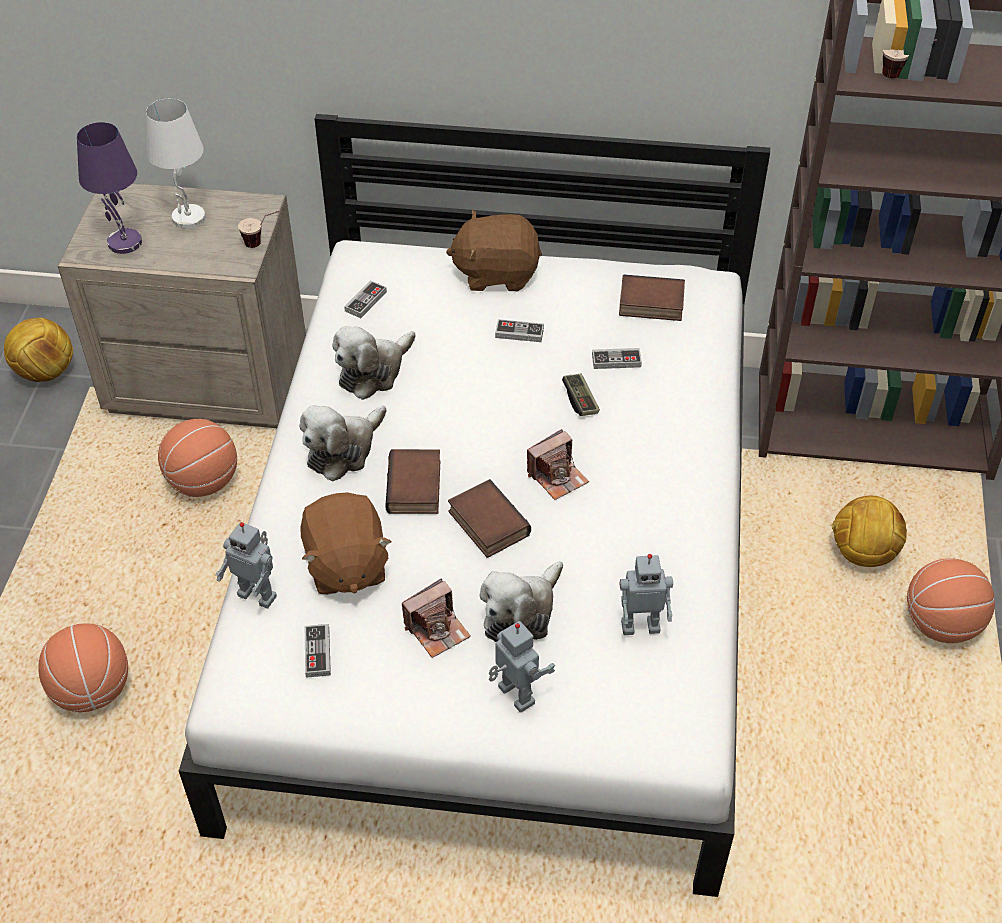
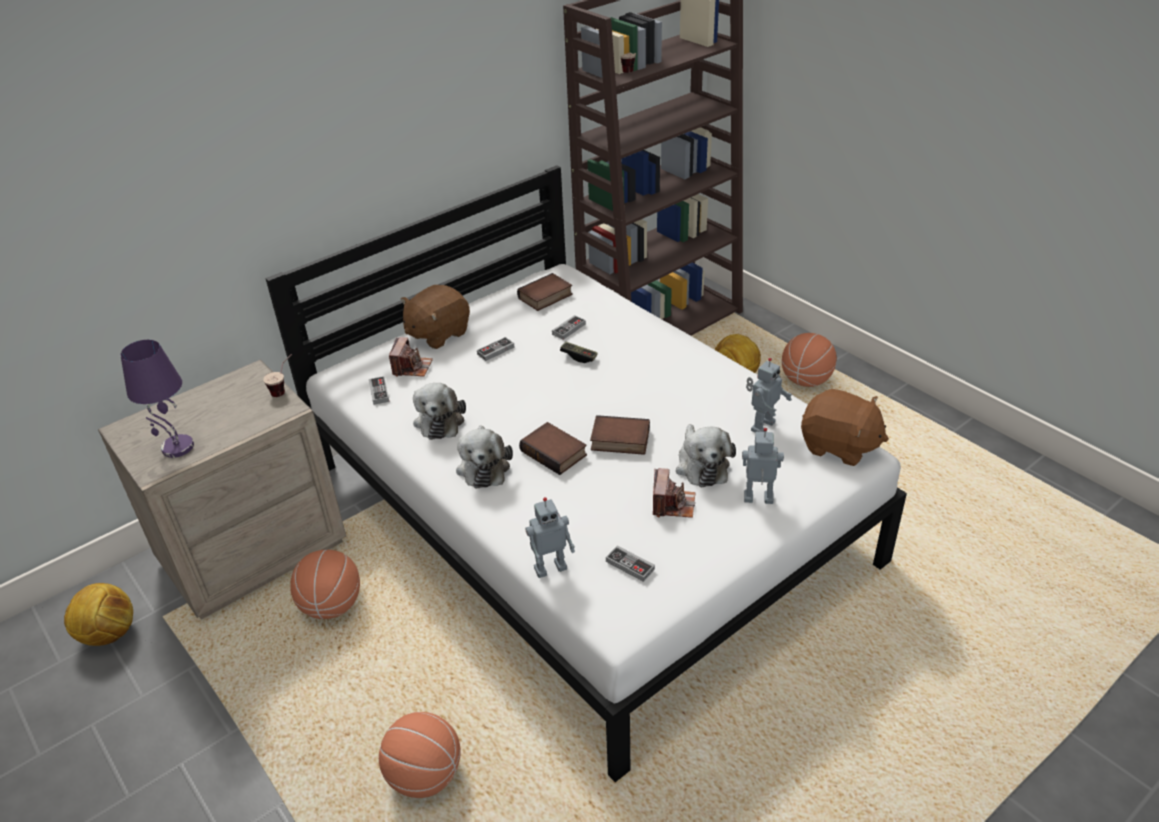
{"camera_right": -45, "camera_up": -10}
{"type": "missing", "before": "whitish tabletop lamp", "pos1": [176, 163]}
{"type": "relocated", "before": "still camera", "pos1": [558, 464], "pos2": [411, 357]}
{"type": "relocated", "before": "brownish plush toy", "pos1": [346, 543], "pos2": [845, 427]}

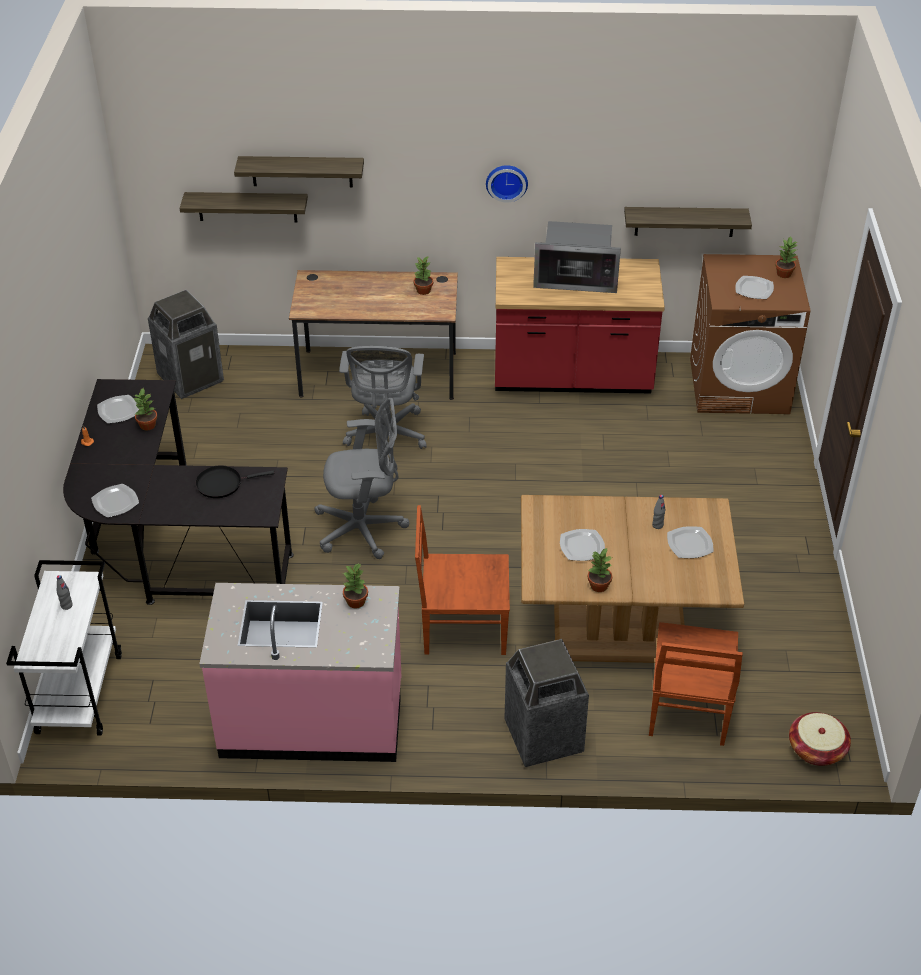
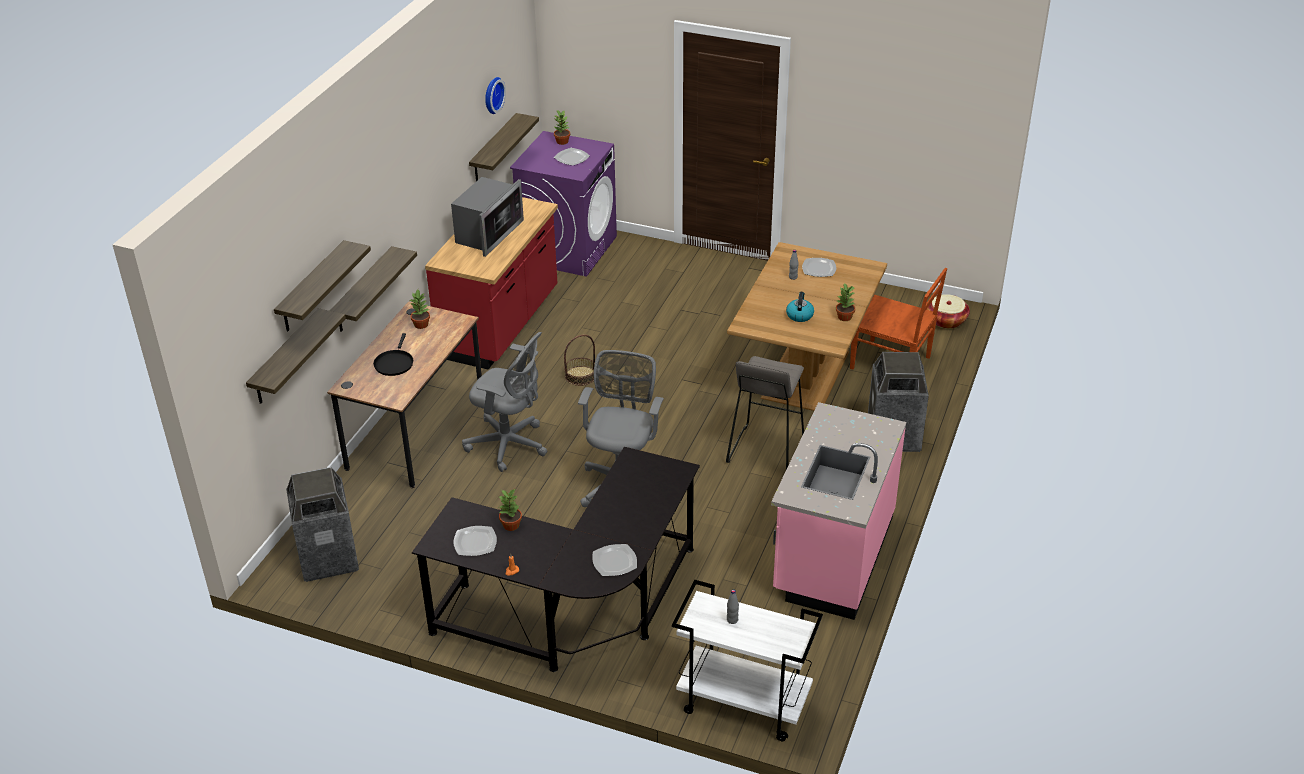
{"camera_right": -70, "camera_up": -5}
{"type": "relocated", "before": "hanging clock", "pos1": [507, 183], "pos2": [495, 95]}
{"type": "colour", "before": "brownish laundry appliance", "after": "purplish laundry appliance", "pos1": [750, 334], "pos2": [563, 203]}
{"type": "relocated", "before": "black-coloured skillet", "pos1": [235, 481], "pos2": [393, 354]}
{"type": "exchanged", "before": "brownish upright chair", "after": "gray stool seat", "pos1": [462, 580], "pos2": [765, 412]}
{"type": "exchanged", "before": "dinner plate", "after": "water kettle", "pos1": [582, 545], "pos2": [800, 307]}
{"type": "missing", "before": "potted plant", "pos1": [355, 585]}
{"type": "appeared", "after": "shelf", "pos2": [373, 289]}
{"type": "appeared", "after": "basket", "pos2": [579, 360]}

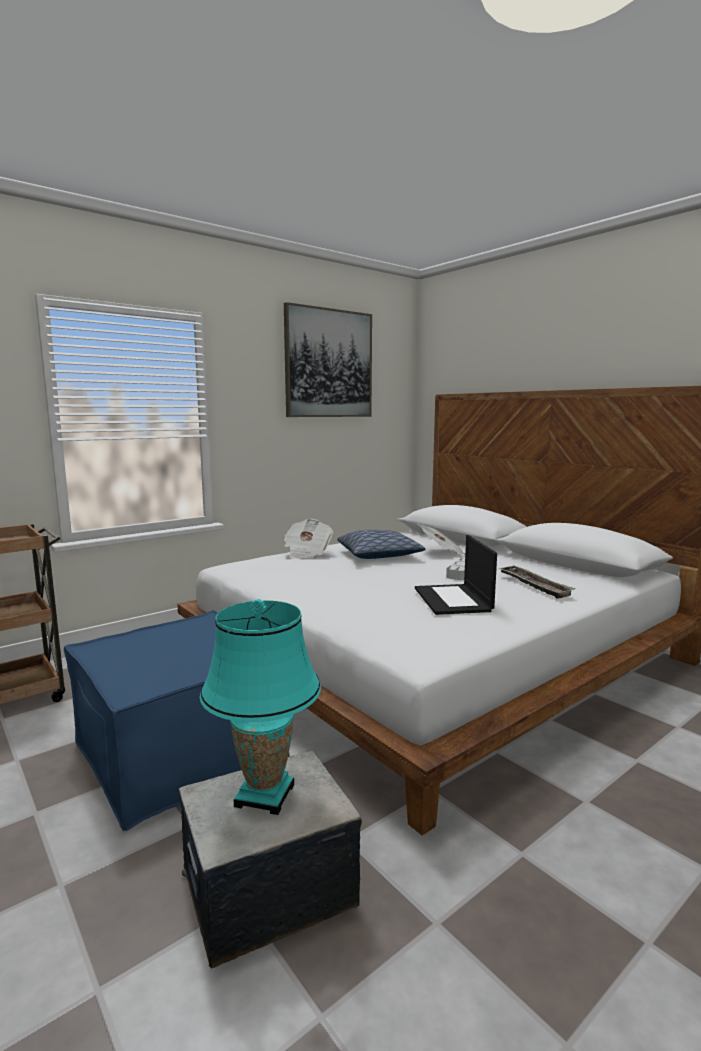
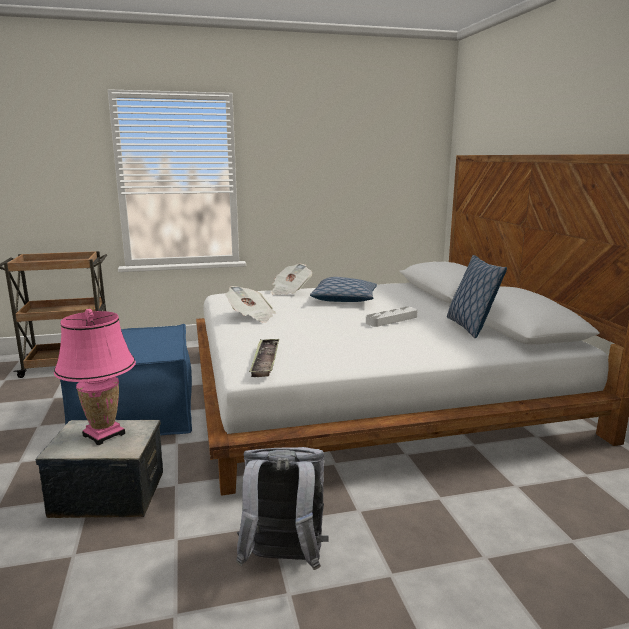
{"camera_right": 25, "camera_up": 5}
{"type": "missing", "before": "picture", "pos1": [328, 359]}
{"type": "relocated", "before": "daily paper", "pos1": [441, 539], "pos2": [250, 304]}
{"type": "missing", "before": "notebook computer", "pos1": [456, 575]}
{"type": "relocated", "before": "serving tray", "pos1": [537, 582], "pos2": [264, 358]}
{"type": "colour", "before": "turquoise-coloured tabletop lamp", "after": "pink-coloured tabletop lamp", "pos1": [260, 707], "pos2": [95, 377]}
{"type": "appeared", "after": "throw pillow", "pos2": [477, 296]}
{"type": "appeared", "after": "gray rucksack", "pos2": [282, 508]}

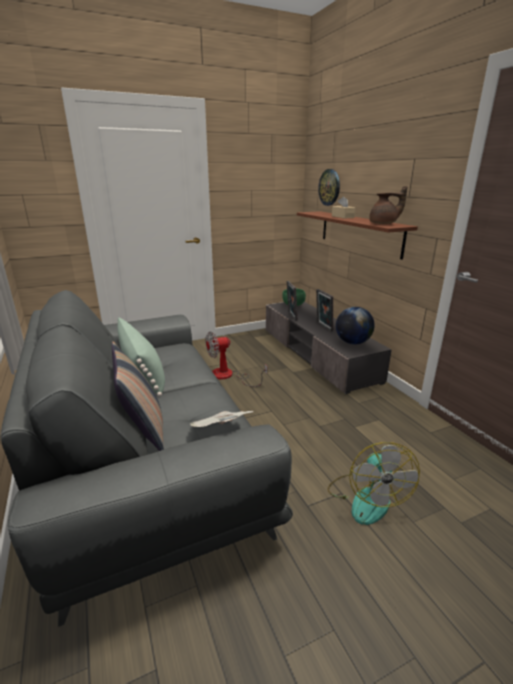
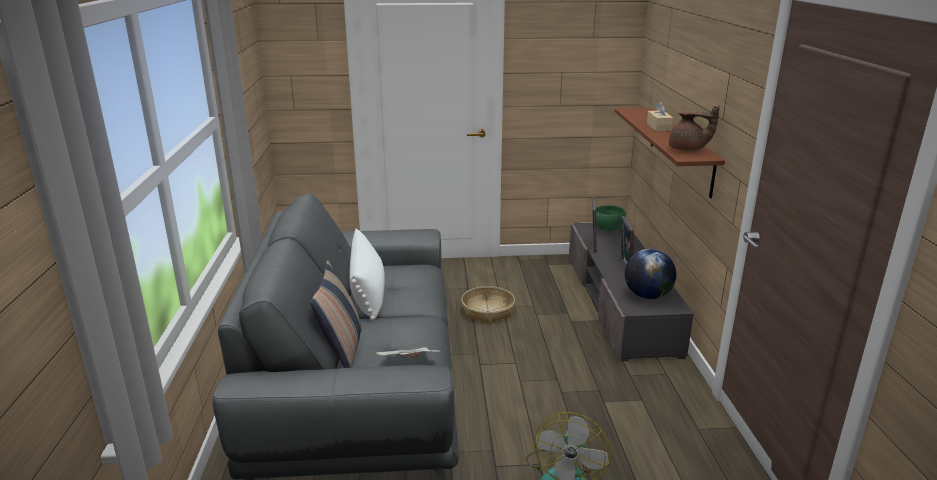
{"camera_right": 20, "camera_up": 0}
{"type": "missing", "before": "hanging clock", "pos1": [329, 187]}
{"type": "colour", "before": "green throw pillow", "after": "whitish throw pillow", "pos1": [141, 357], "pos2": [367, 275]}
{"type": "exchanged", "before": "cooling fan", "after": "basket", "pos1": [236, 359], "pos2": [488, 305]}

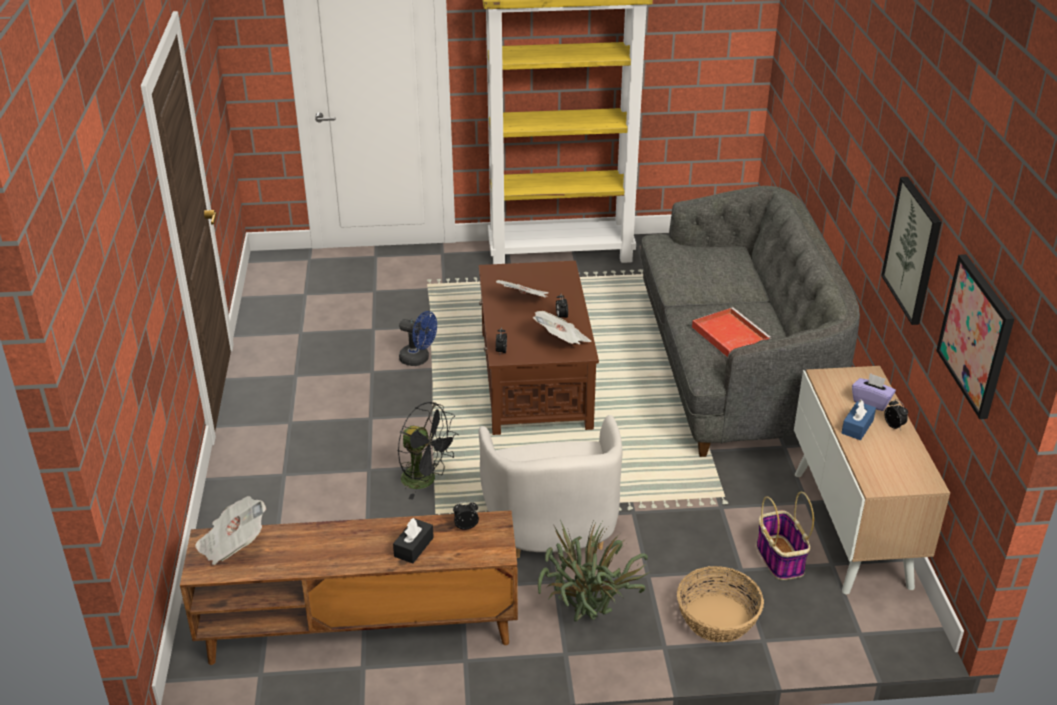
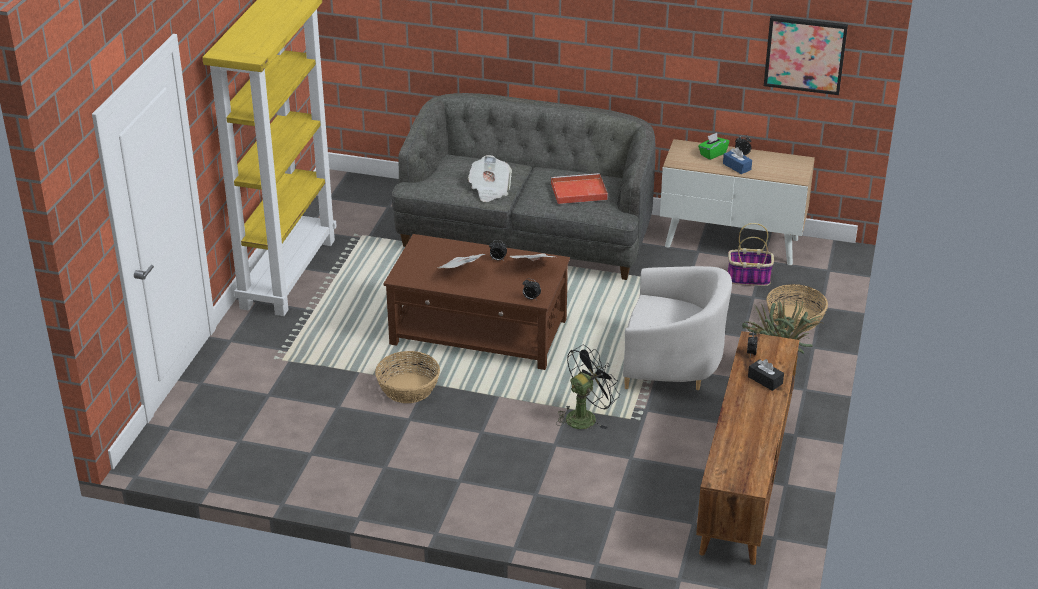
{"camera_right": -70, "camera_up": 0}
{"type": "missing", "before": "picture", "pos1": [911, 251]}
{"type": "exchanged", "before": "blue cooling fan", "after": "basket", "pos1": [418, 338], "pos2": [407, 377]}
{"type": "colour", "before": "purplish box of tissues", "after": "green box of tissues", "pos1": [874, 392], "pos2": [713, 146]}
{"type": "relocated", "before": "daily paper", "pos1": [230, 530], "pos2": [490, 178]}

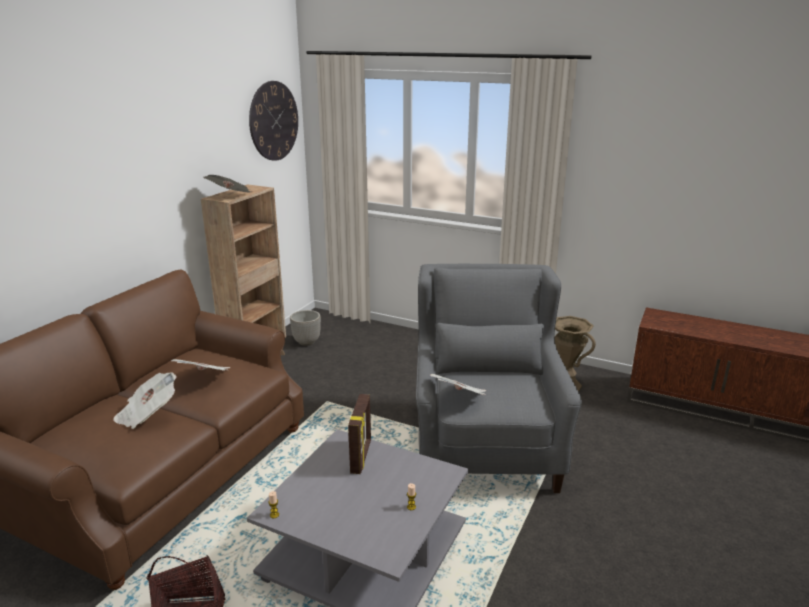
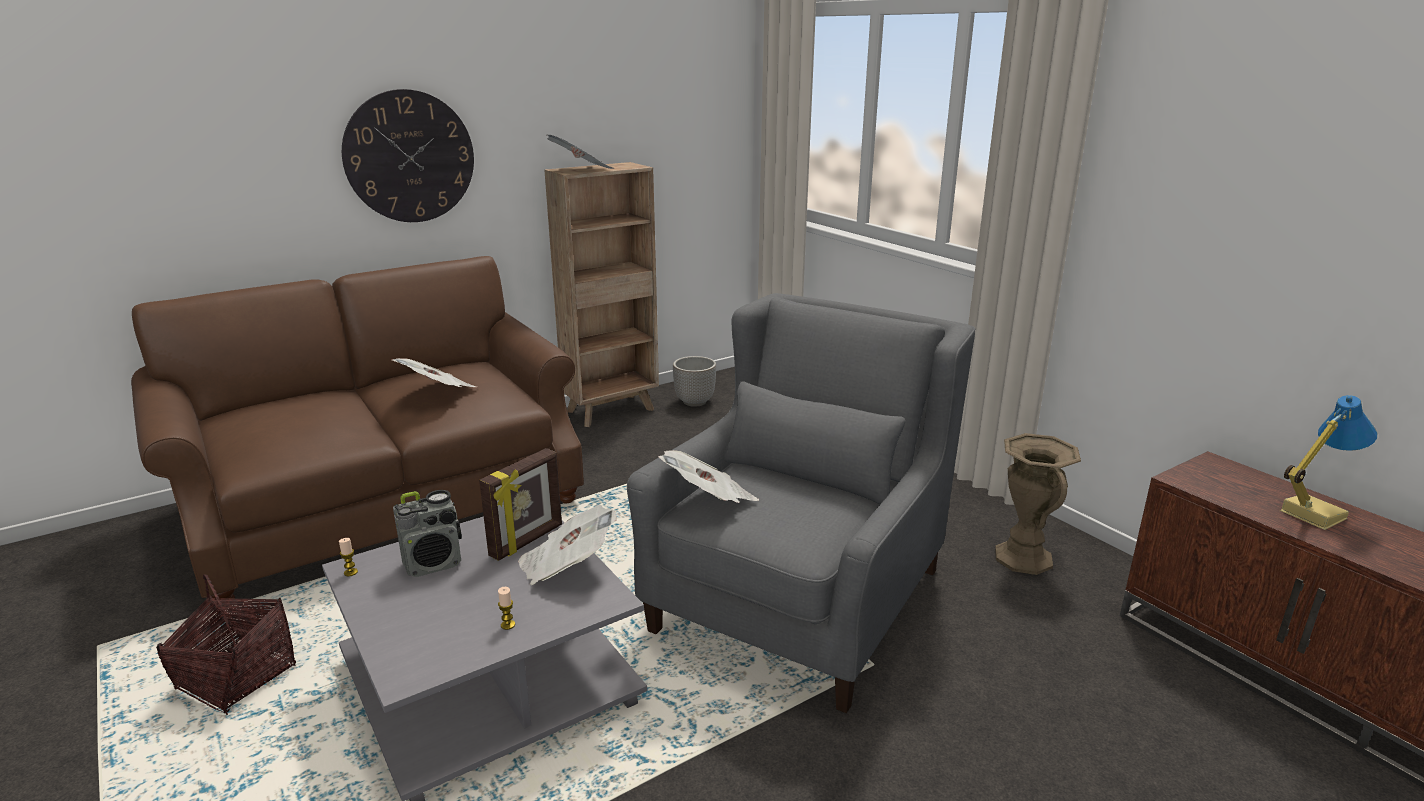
{"camera_right": 30, "camera_up": 0}
{"type": "relocated", "before": "hanging clock", "pos1": [273, 121], "pos2": [408, 155]}
{"type": "relocated", "before": "daily paper", "pos1": [145, 400], "pos2": [567, 545]}
{"type": "appeared", "after": "tabletop lamp", "pos2": [1328, 462]}
{"type": "appeared", "after": "radio", "pos2": [427, 533]}

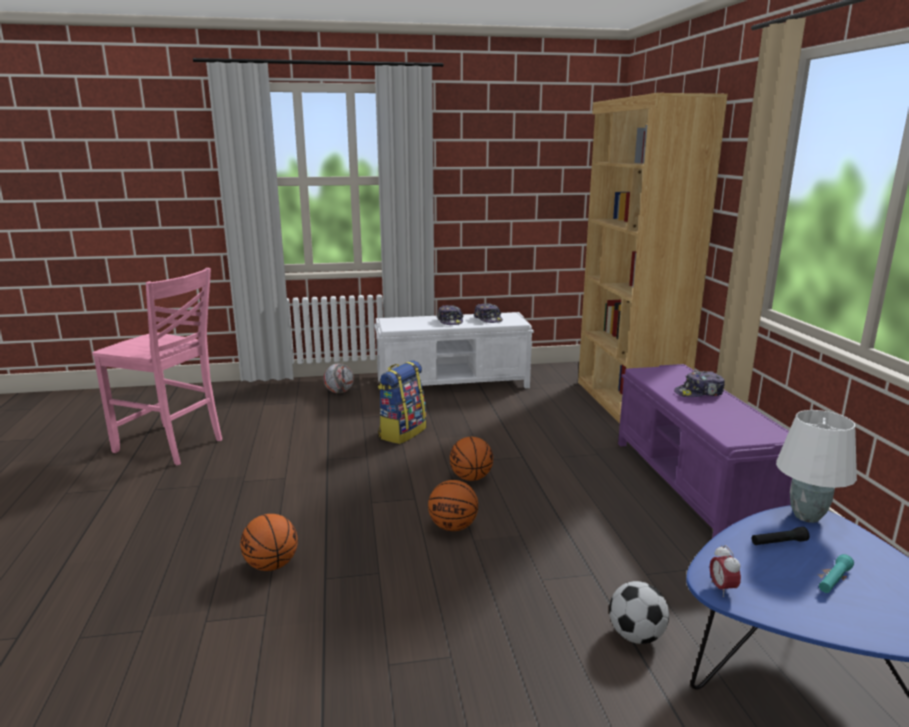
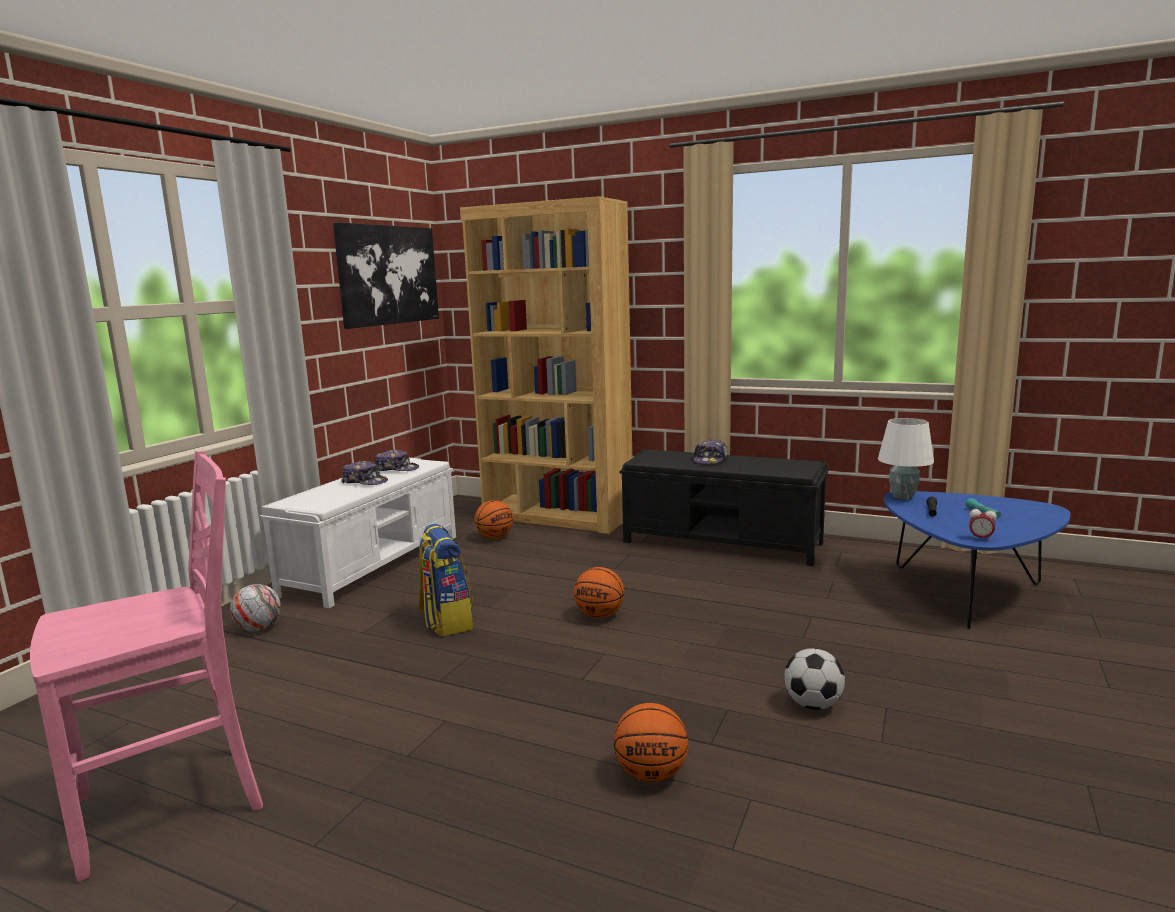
{"camera_right": -55, "camera_up": -5}
{"type": "colour", "before": "purplish bench", "after": "black-coloured bench", "pos1": [705, 451], "pos2": [723, 507]}
{"type": "relocated", "before": "basketball ball", "pos1": [453, 505], "pos2": [493, 519]}
{"type": "relocated", "before": "football ball", "pos1": [639, 612], "pos2": [814, 679]}
{"type": "appeared", "after": "picture", "pos2": [386, 275]}

